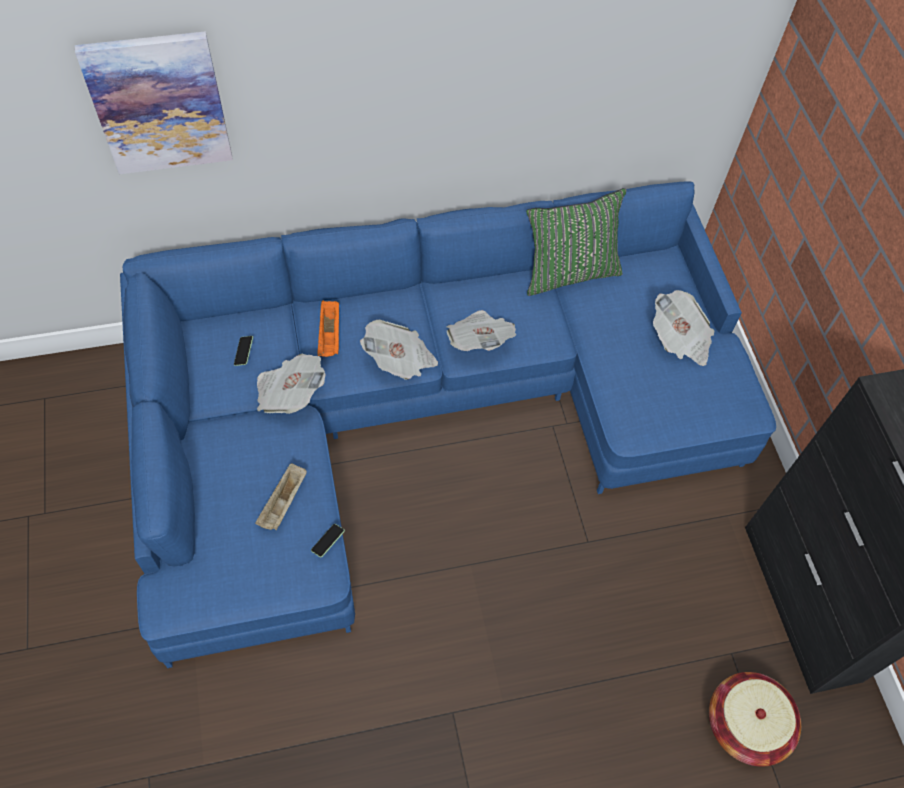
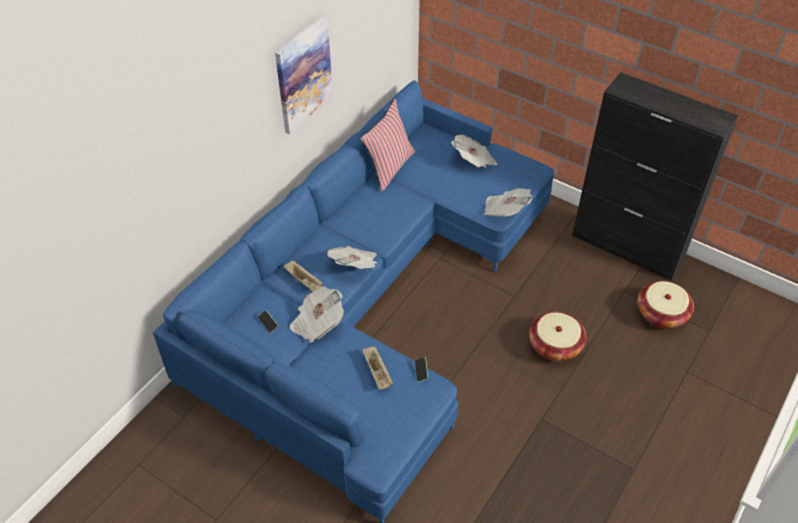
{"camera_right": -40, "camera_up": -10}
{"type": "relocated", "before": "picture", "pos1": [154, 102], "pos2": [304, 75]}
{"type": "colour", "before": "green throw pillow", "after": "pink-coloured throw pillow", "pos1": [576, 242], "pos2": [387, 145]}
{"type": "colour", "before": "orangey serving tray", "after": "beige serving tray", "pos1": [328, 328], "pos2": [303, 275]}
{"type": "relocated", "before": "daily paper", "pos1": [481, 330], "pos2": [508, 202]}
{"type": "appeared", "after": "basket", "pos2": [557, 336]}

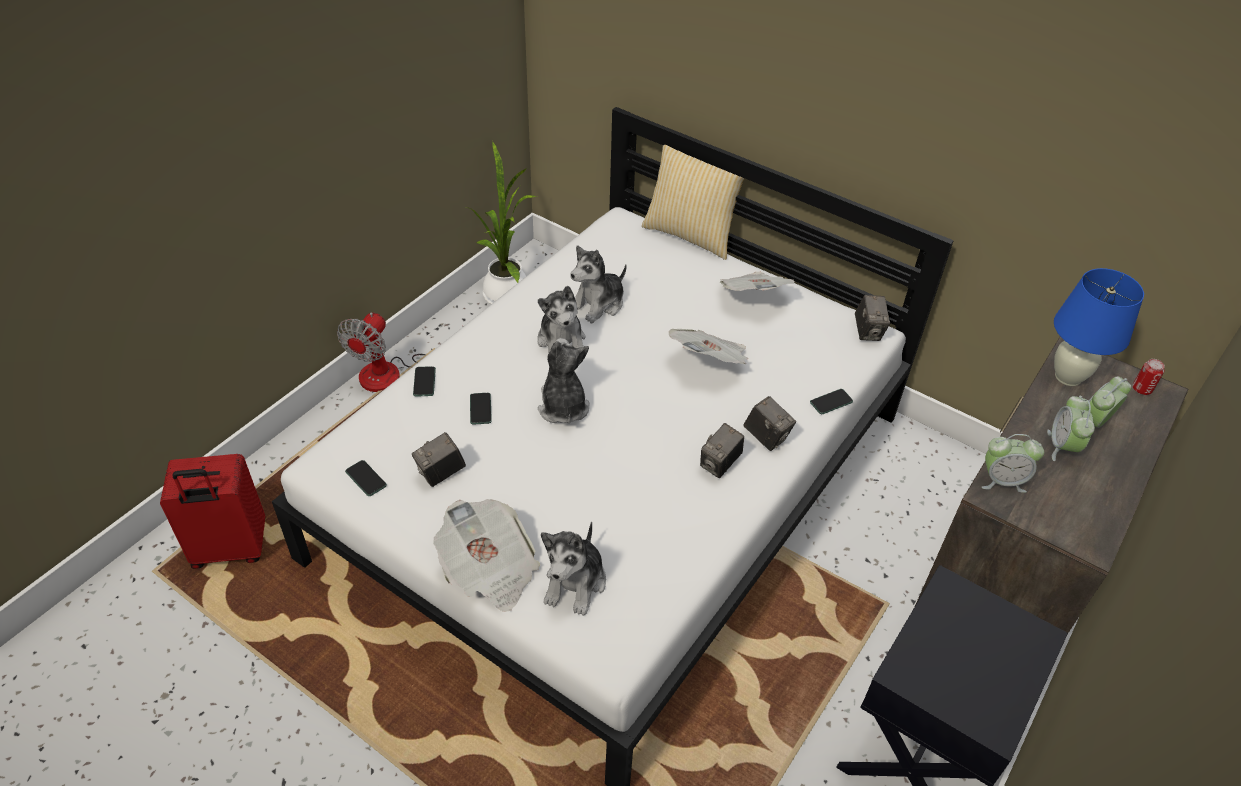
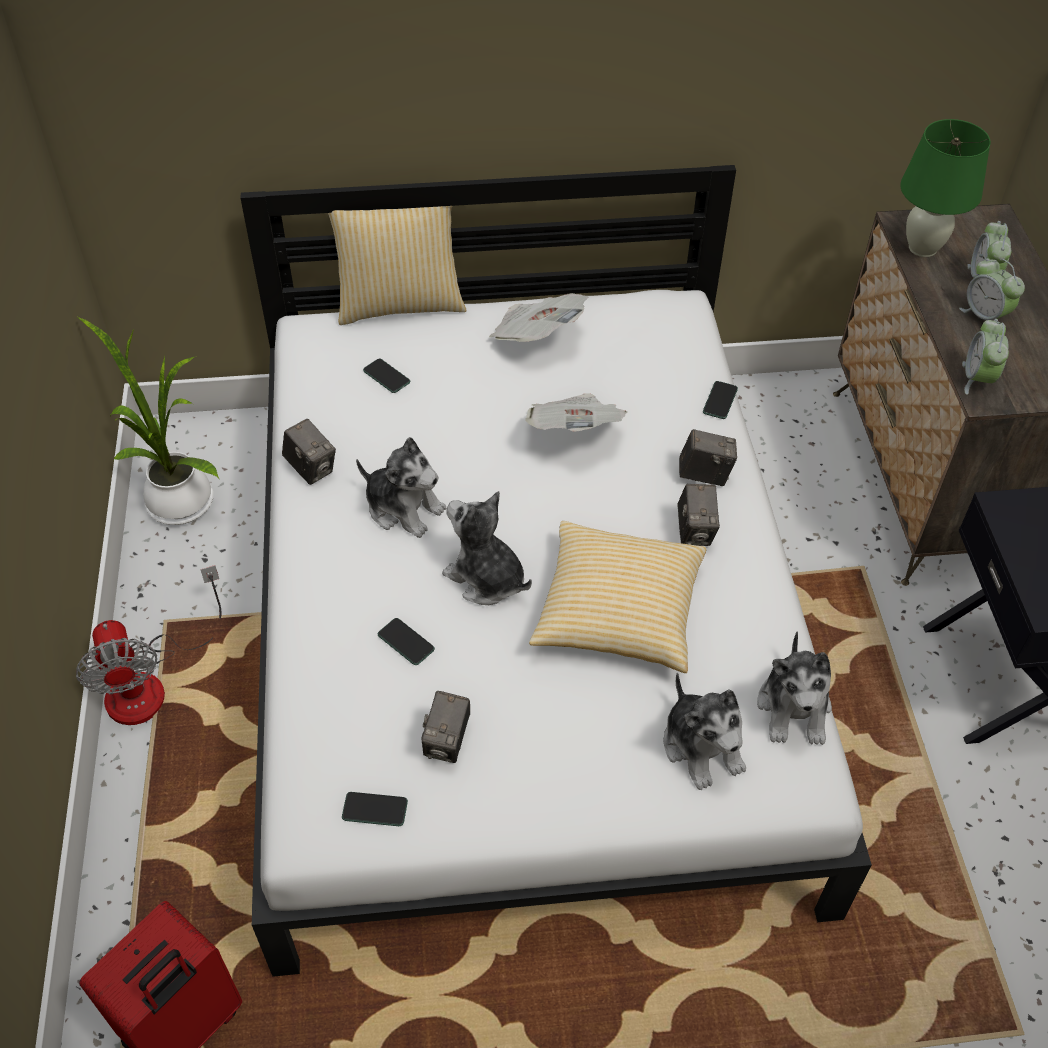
{"camera_right": -40, "camera_up": 5}
{"type": "relocated", "before": "plush toy", "pos1": [598, 284], "pos2": [794, 688]}
{"type": "colour", "before": "blue tabletop lamp", "after": "green tabletop lamp", "pos1": [1099, 327], "pos2": [945, 188]}
{"type": "relocated", "before": "still camera", "pos1": [872, 318], "pos2": [309, 452]}
{"type": "missing", "before": "metal can", "pos1": [1148, 377]}
{"type": "relocated", "before": "handset", "pos1": [424, 381], "pos2": [387, 375]}
{"type": "spun", "before": "bedside clock", "pos1": [1012, 463], "pos2": [985, 357], "turn": 135}
{"type": "missing", "before": "daily paper", "pos1": [486, 555]}
{"type": "appeared", "after": "throw pillow", "pos2": [618, 597]}

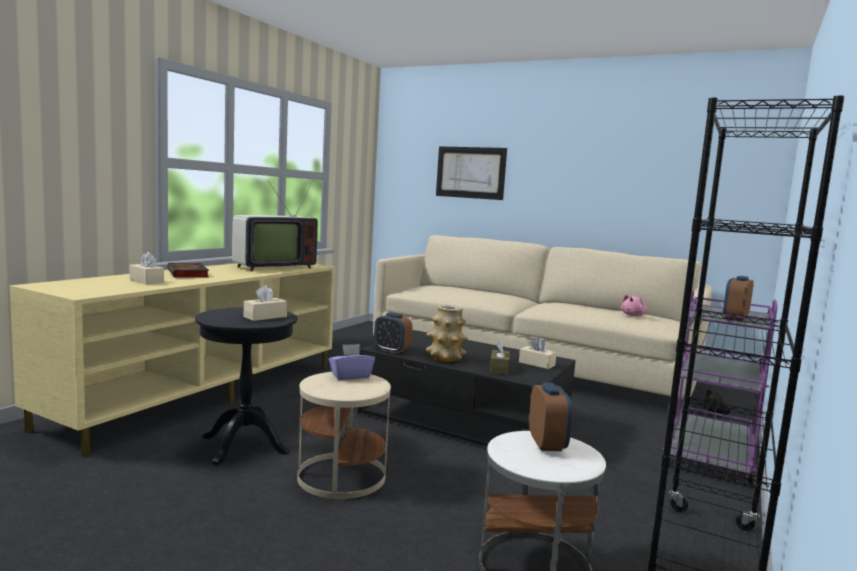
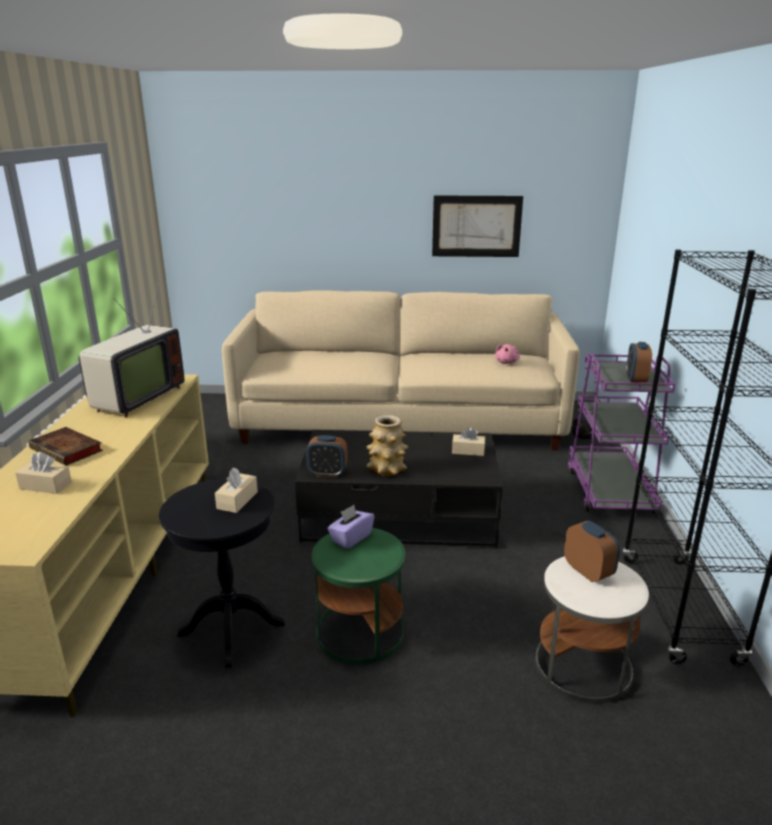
{"camera_right": -25, "camera_up": 15}
{"type": "relocated", "before": "picture", "pos1": [471, 173], "pos2": [477, 226]}
{"type": "missing", "before": "brownish box of tissues", "pos1": [500, 358]}
{"type": "colour", "before": "beige end table", "after": "green end table", "pos1": [344, 435], "pos2": [358, 596]}

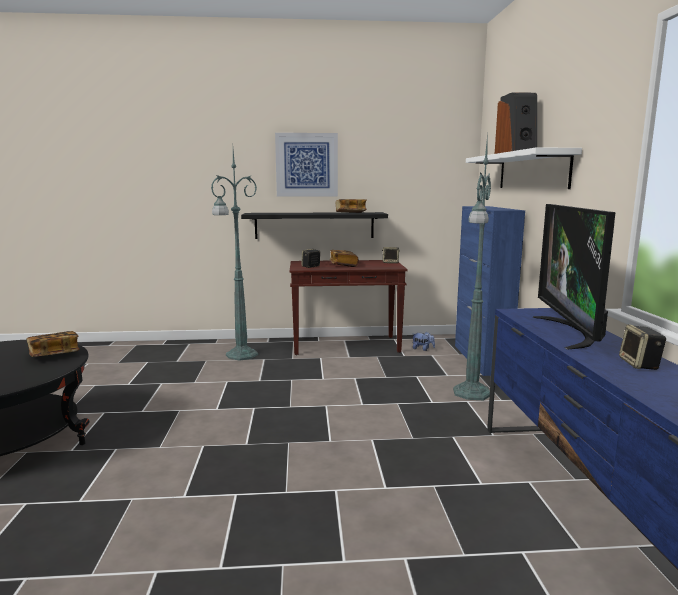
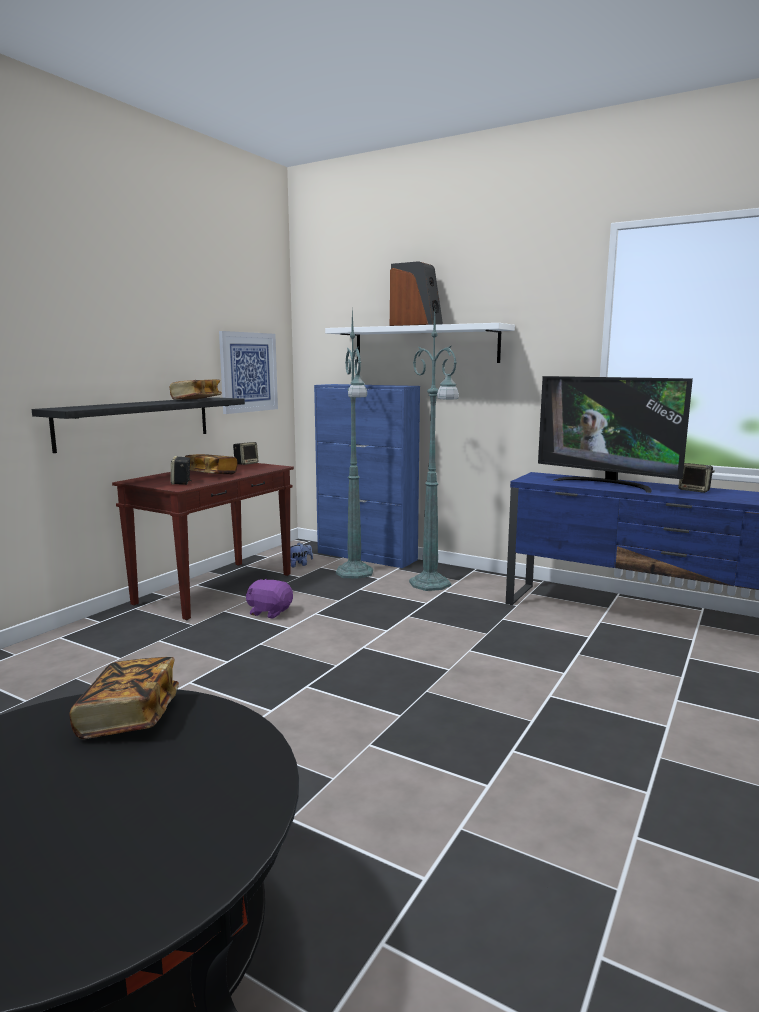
{"camera_right": -55, "camera_up": 0}
{"type": "relocated", "before": "picture", "pos1": [306, 165], "pos2": [248, 372]}
{"type": "relocated", "before": "green floor lamp", "pos1": [234, 255], "pos2": [354, 444]}
{"type": "appeared", "after": "purplish plush toy", "pos2": [269, 598]}

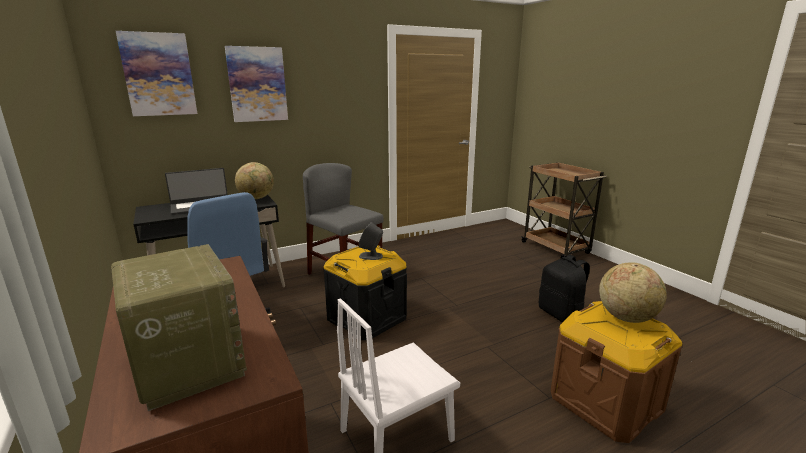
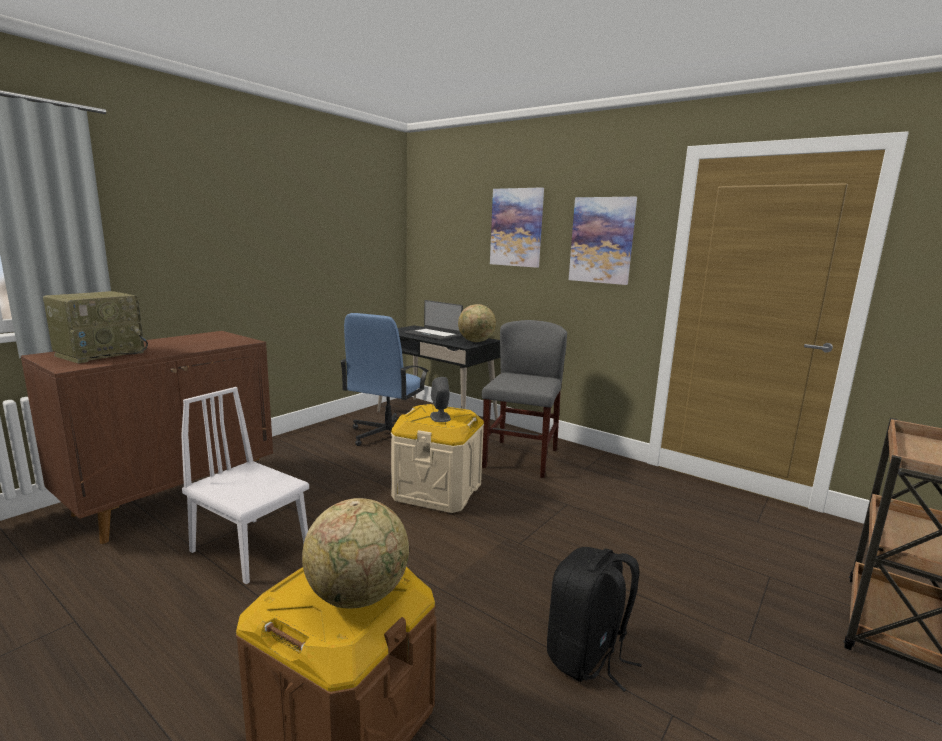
{"camera_right": 65, "camera_up": -5}
{"type": "relocated", "before": "picture", "pos1": [156, 73], "pos2": [603, 241]}
{"type": "colour", "before": "black-coloured storage box", "after": "beige storage box", "pos1": [365, 292], "pos2": [437, 458]}

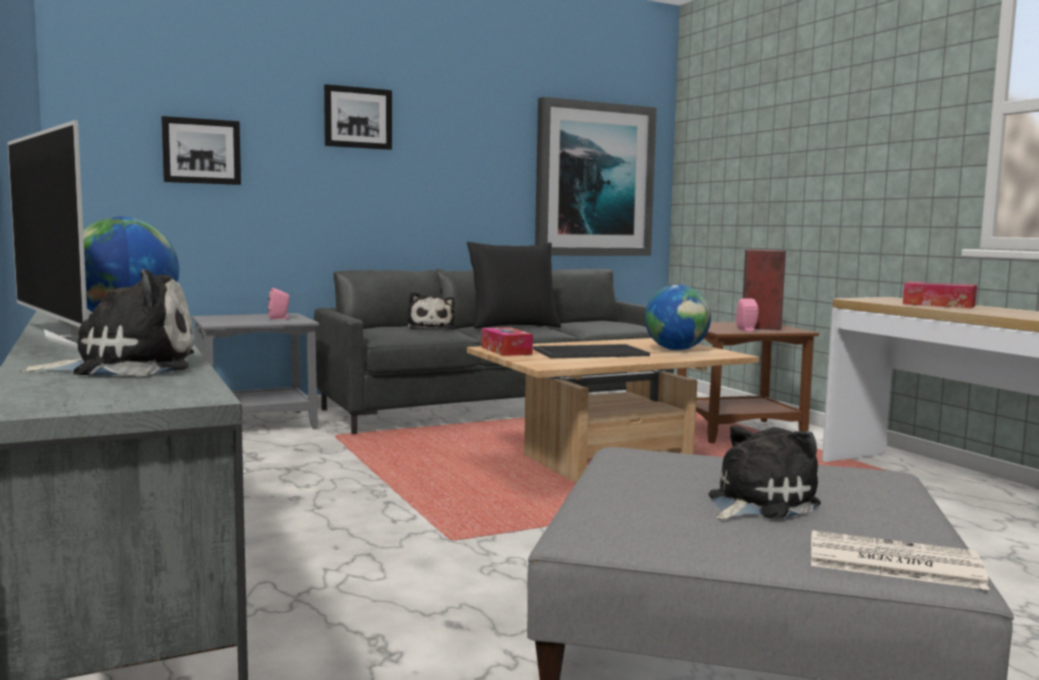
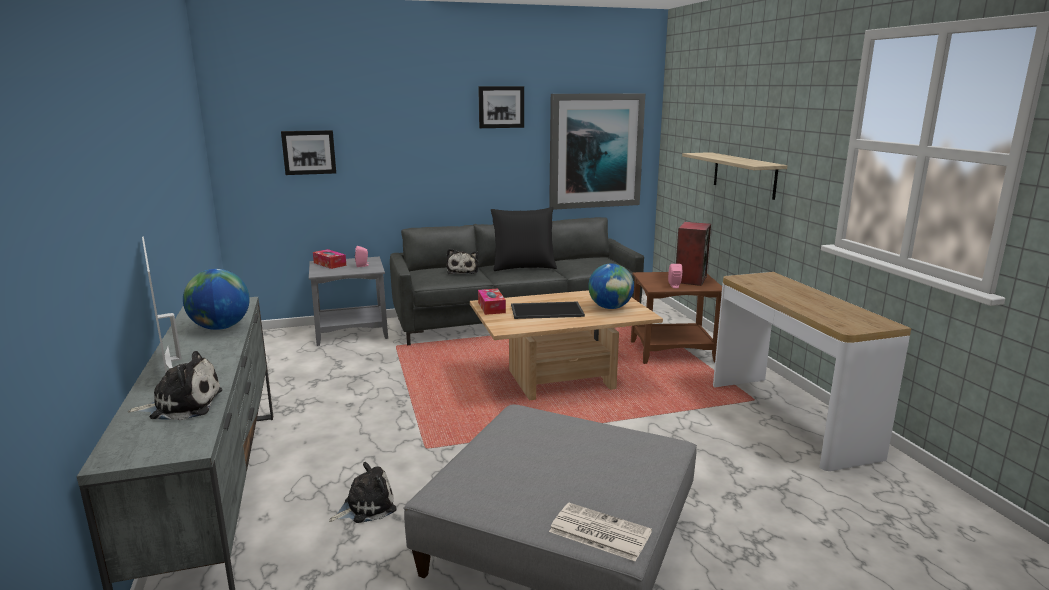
{"camera_right": 10, "camera_up": 10}
{"type": "relocated", "before": "picture", "pos1": [358, 117], "pos2": [501, 107]}
{"type": "relocated", "before": "box of tissues", "pos1": [940, 295], "pos2": [329, 259]}
{"type": "relocated", "before": "plush toy", "pos1": [764, 473], "pos2": [363, 492]}
{"type": "appeared", "after": "shelf", "pos2": [734, 176]}

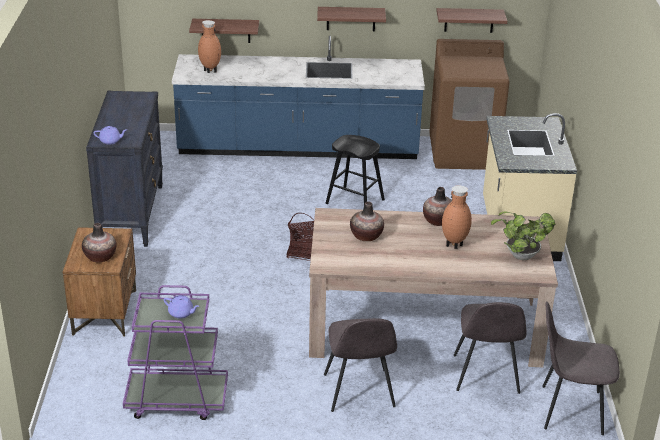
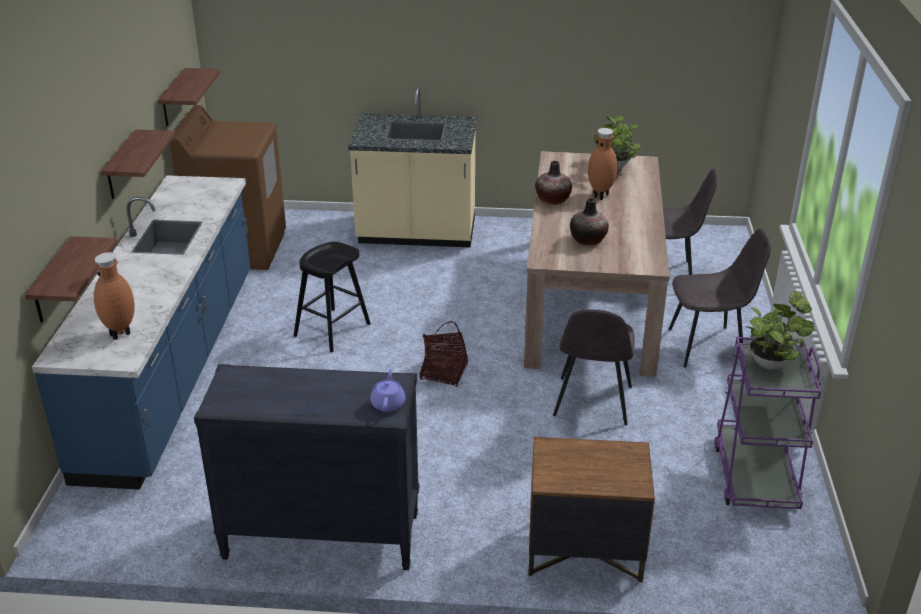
{"camera_right": -85, "camera_up": 0}
{"type": "missing", "before": "flower vase", "pos1": [99, 243]}
{"type": "exchanged", "before": "purplish pot for tea", "after": "potted plant", "pos1": [181, 307], "pos2": [780, 330]}
{"type": "relocated", "before": "gray upright chair", "pos1": [581, 368], "pos2": [594, 367]}

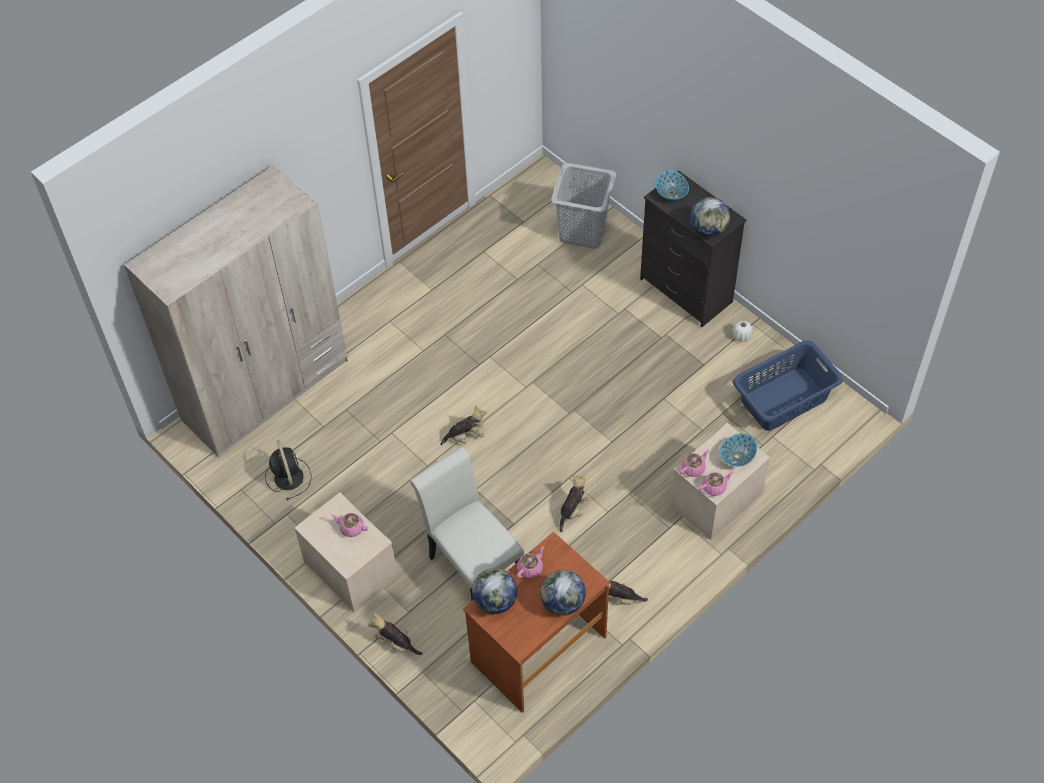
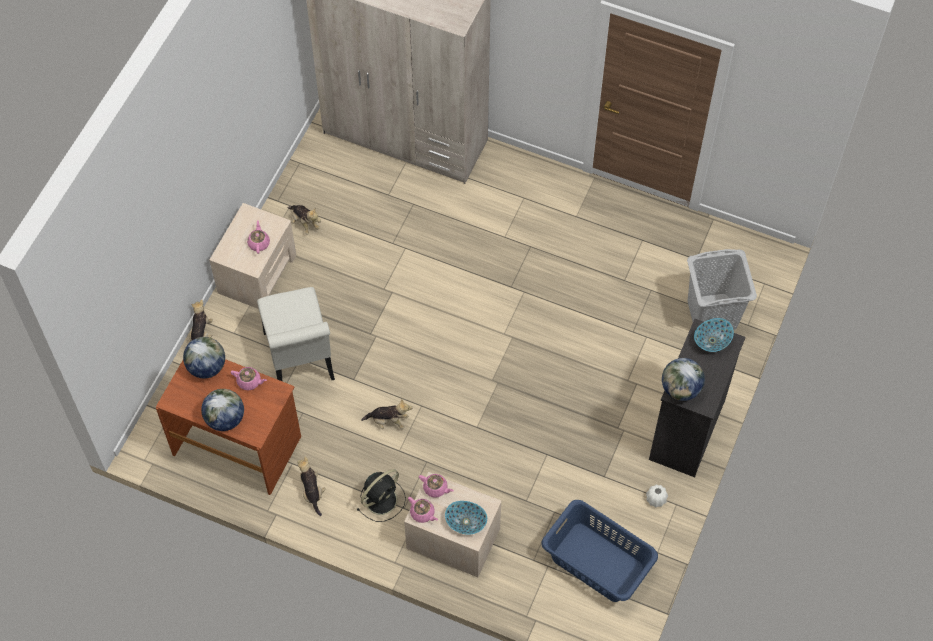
{"camera_right": 65, "camera_up": 5}
{"type": "relocated", "before": "plush toy", "pos1": [463, 425], "pos2": [304, 220]}
{"type": "relocated", "before": "black-coloured cooling fan", "pos1": [288, 470], "pos2": [381, 495]}
{"type": "spun", "before": "whitish upright chair", "pos1": [467, 524], "pos2": [296, 334], "turn": 135}

